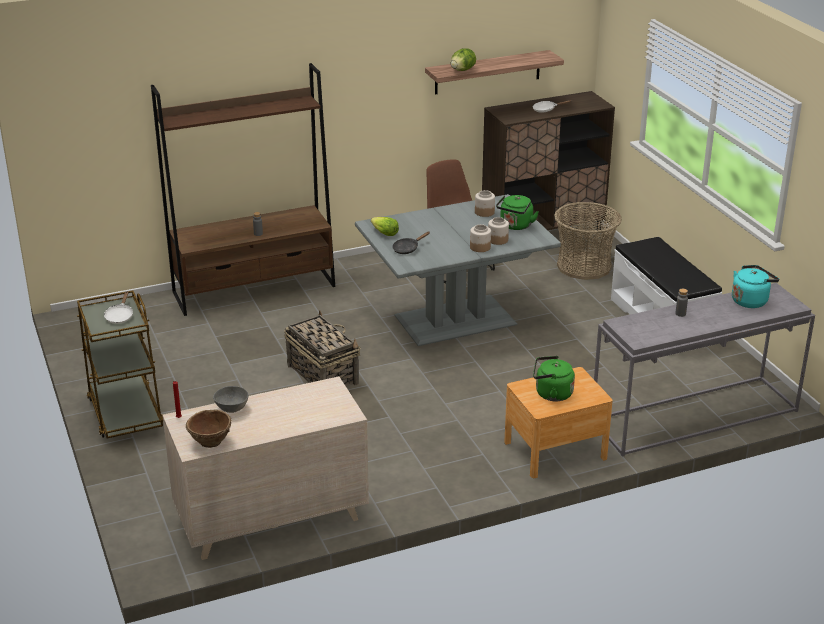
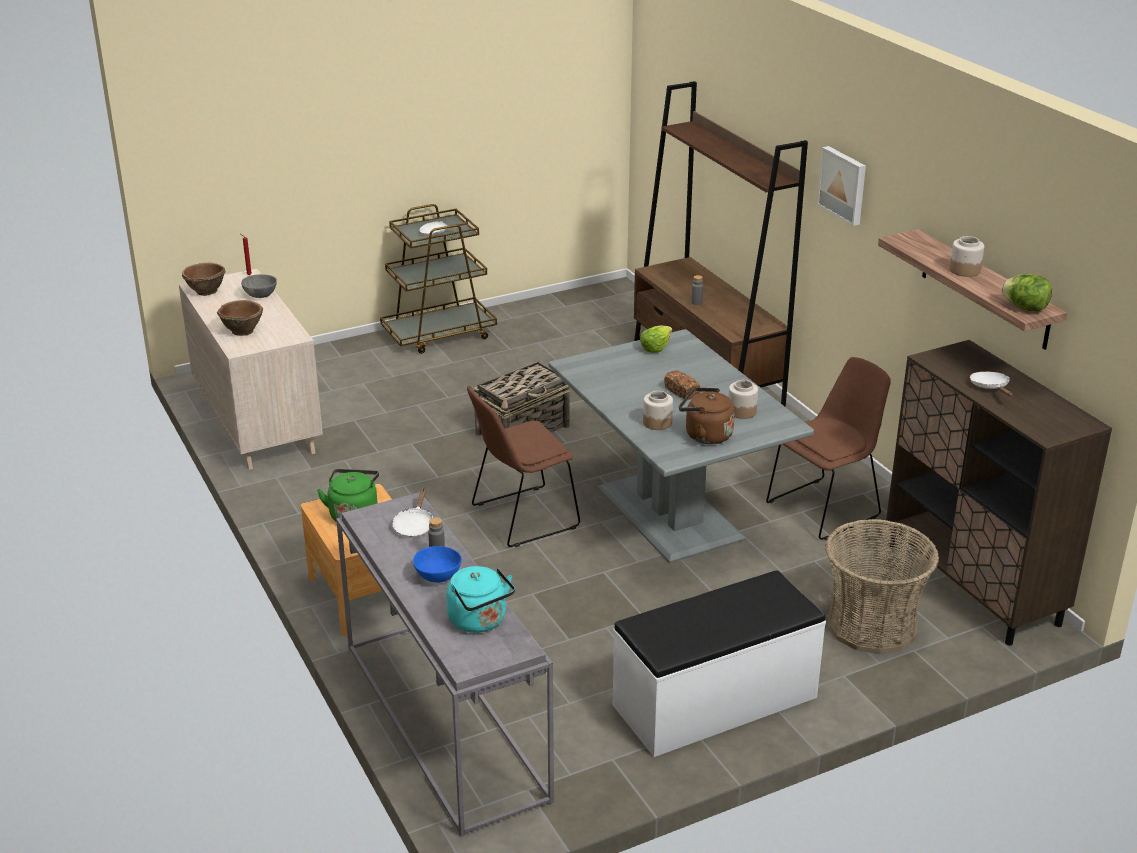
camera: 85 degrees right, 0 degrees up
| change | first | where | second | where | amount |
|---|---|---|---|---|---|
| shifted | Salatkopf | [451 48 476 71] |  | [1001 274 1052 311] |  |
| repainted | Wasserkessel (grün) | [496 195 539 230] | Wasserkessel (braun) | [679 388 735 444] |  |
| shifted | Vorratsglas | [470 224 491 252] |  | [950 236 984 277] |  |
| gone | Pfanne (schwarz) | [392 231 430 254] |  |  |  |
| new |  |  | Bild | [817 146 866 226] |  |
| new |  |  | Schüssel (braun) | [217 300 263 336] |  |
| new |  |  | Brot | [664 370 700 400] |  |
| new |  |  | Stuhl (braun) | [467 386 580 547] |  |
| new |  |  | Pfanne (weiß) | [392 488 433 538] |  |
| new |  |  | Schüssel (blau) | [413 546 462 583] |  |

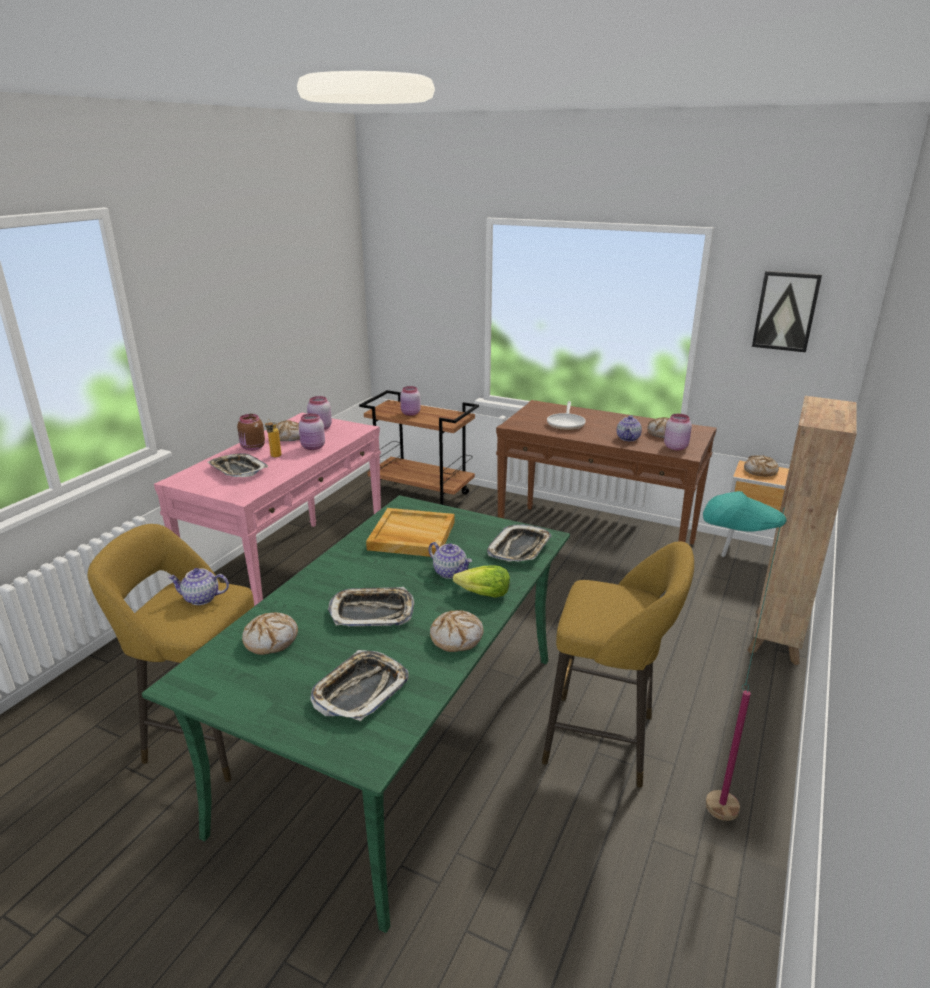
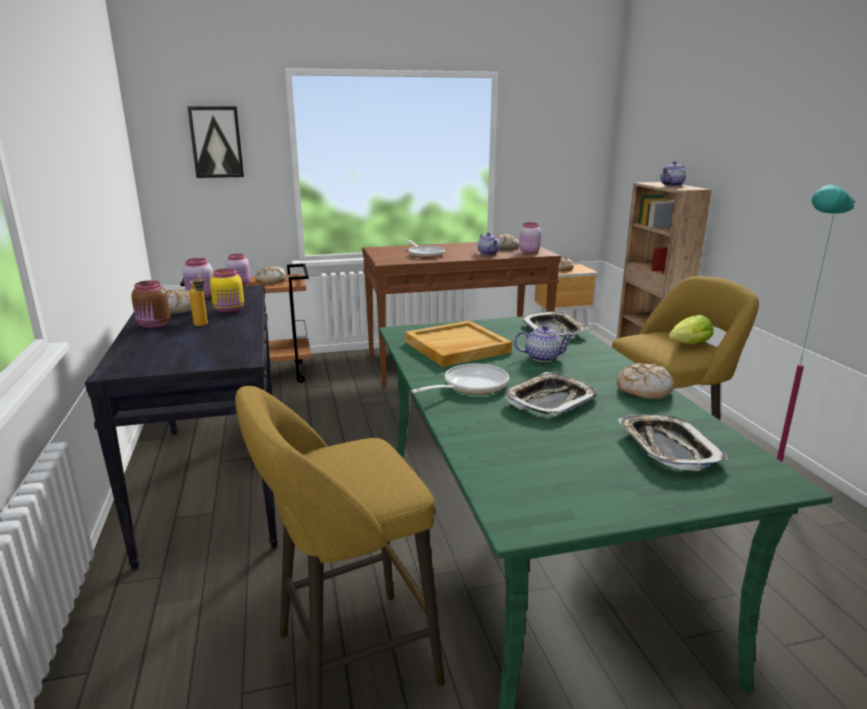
camera: 40 degrees left, 5 degrees down
| change | first | where | second | where | amount |
|---|---|---|---|---|---|
| shifted | Bild | [752 271 822 352] |  | [187 106 244 178] |  |
| repainted | Konsolentisch (rosa) | [154 413 381 606] | Konsolentisch (schwarz) | [85 285 278 570] |  |
| repainted | Vorratsglas (rosa) | [298 413 325 450] | Vorratsglas (gelb) | [210 268 244 313] |  |
| gone | Tablett | [208 453 268 477] |  |  |  |
| shifted | Salatkopf | [453 565 510 598] |  | [668 315 713 344] |  |
| shifted | Teekanne | [168 568 229 605] |  | [661 161 686 186] |  |
| shifted | Brot | [242 612 298 655] |  | [255 266 286 283] |  |
| new |  |  | Pfanne | [411 364 509 395] |  |

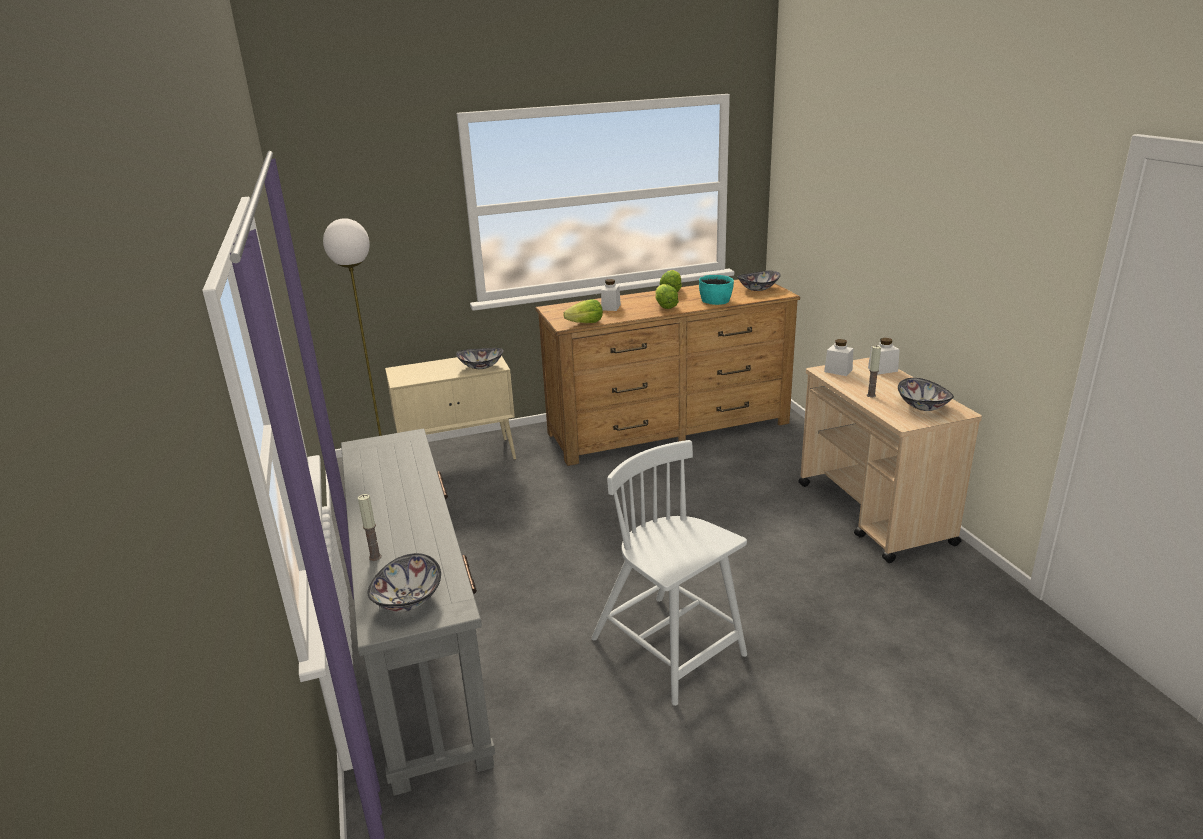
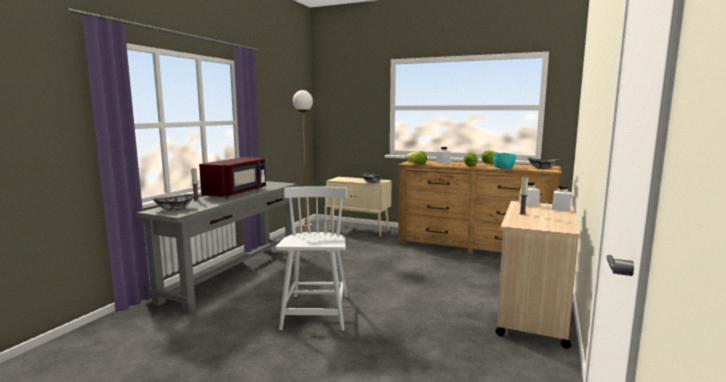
camera: 40 degrees right, 15 degrees down
| change | first | where | second | where | amount |
|---|---|---|---|---|---|
| gone | Schüssel | [898 378 954 411] |  |  |  |
| new |  |  | Mikrowelle (rot) | [199 157 266 198] |  |

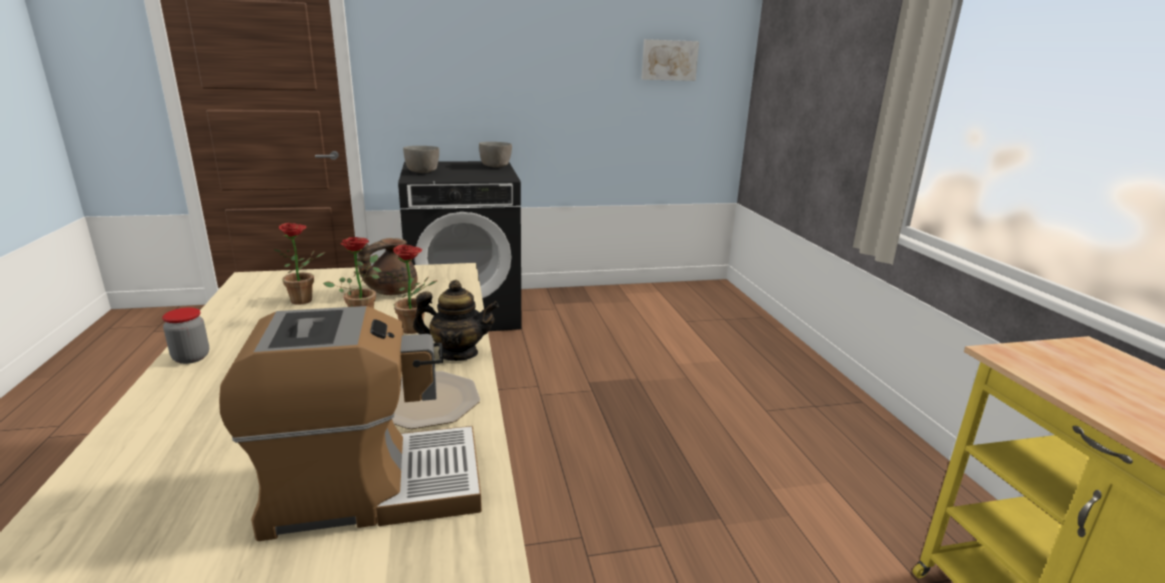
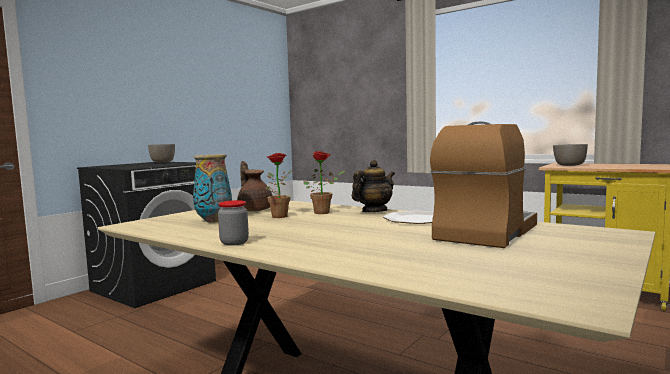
camera: 40 degrees left, 15 degrees down
| change | first | where | second | where | amount |
|---|---|---|---|---|---|
| gone | Bild | [641 39 699 81] |  |  |  |
| shifted | Schüssel (grau) | [403 146 439 173] |  | [553 144 588 166] |  |
| swapped | Topfpflanze | [274 223 326 305] | Vase | [193 154 232 222] |  |
| rotated | Teekanne (braun) | [357 238 417 295] |  | [237 161 273 212] | 150 degrees clockwise |

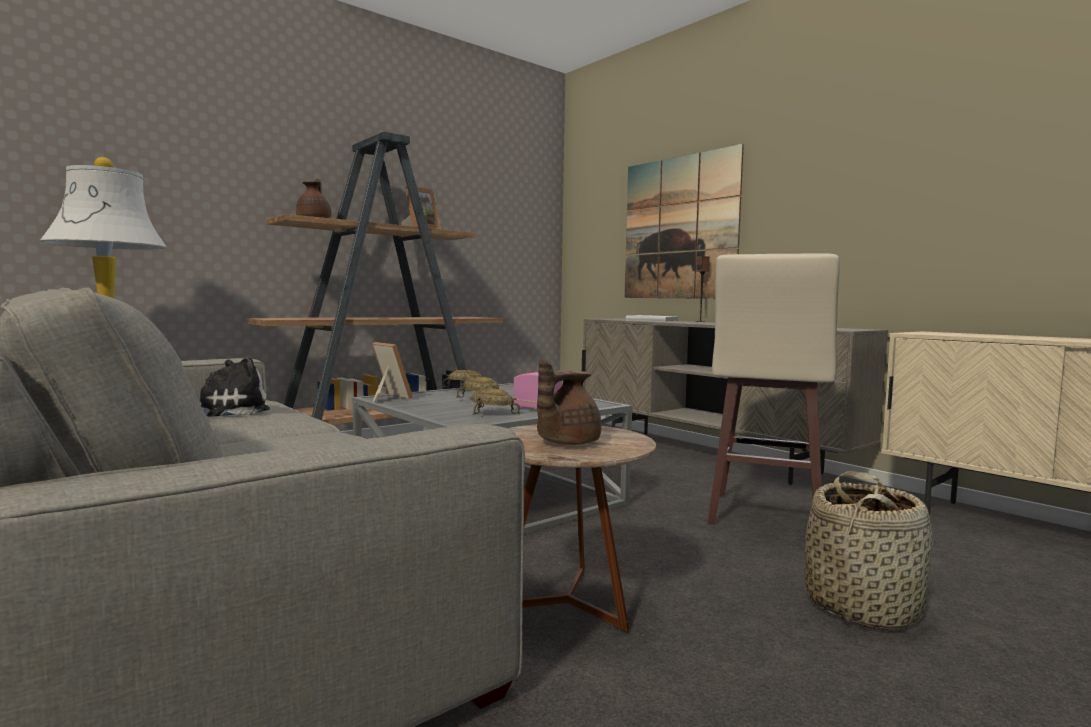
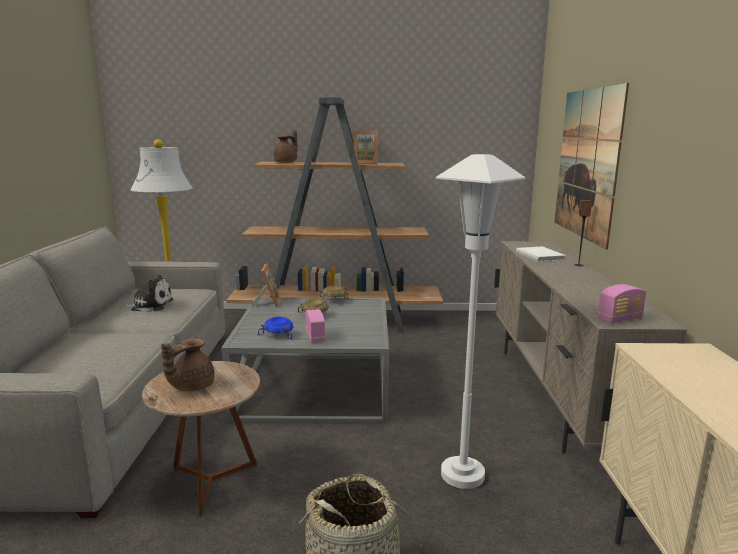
camera: 40 degrees right, 10 degrees up
| change | first | where | second | where | amount |
|---|---|---|---|---|---|
| swapped | Hocker (beige) | [708 253 840 525] | Stehlampe (weiß) | [436 154 525 489] |  |
| rotated | Teekanne (braun) | [537 359 601 445] |  | [161 339 215 392] | 45 degrees counterclockwise |
| repainted | Schüssel (beige) | [471 388 520 415] | Schüssel (blau) | [258 317 293 340] |  |
| new |  |  | Radio | [597 284 646 323] |  |

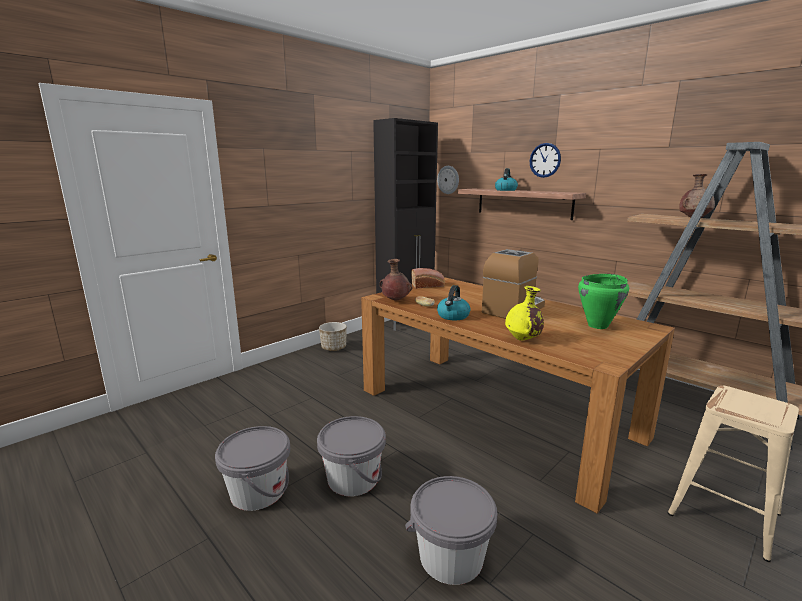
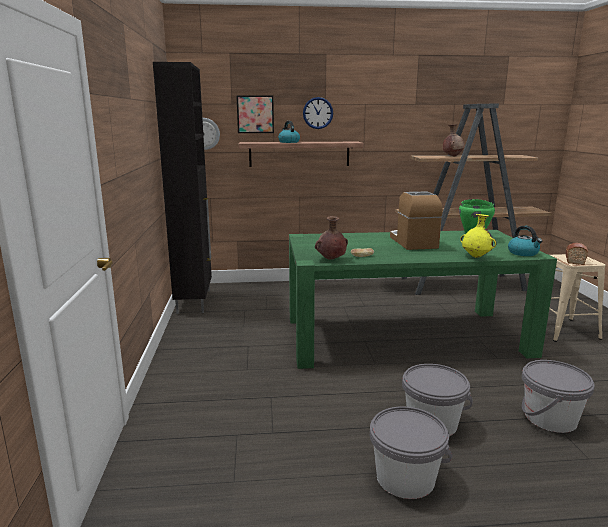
camera: 50 degrees left, 0 degrees up
| change | first | where | second | where | amount |
|---|---|---|---|---|---|
| shifted | Brot | [411 268 445 289] |  | [566 243 588 265] |  |
| repainted | Esstisch (braun) | [361 277 675 514] | Esstisch (grün) | [289 230 557 369] |  |
| shifted | Wasserkessel | [437 285 471 320] |  | [508 226 542 256] |  |
| gone | Pflanzkübel | [319 322 347 351] |  |  |  |
| new |  |  | Bild | [236 95 274 133] |  |

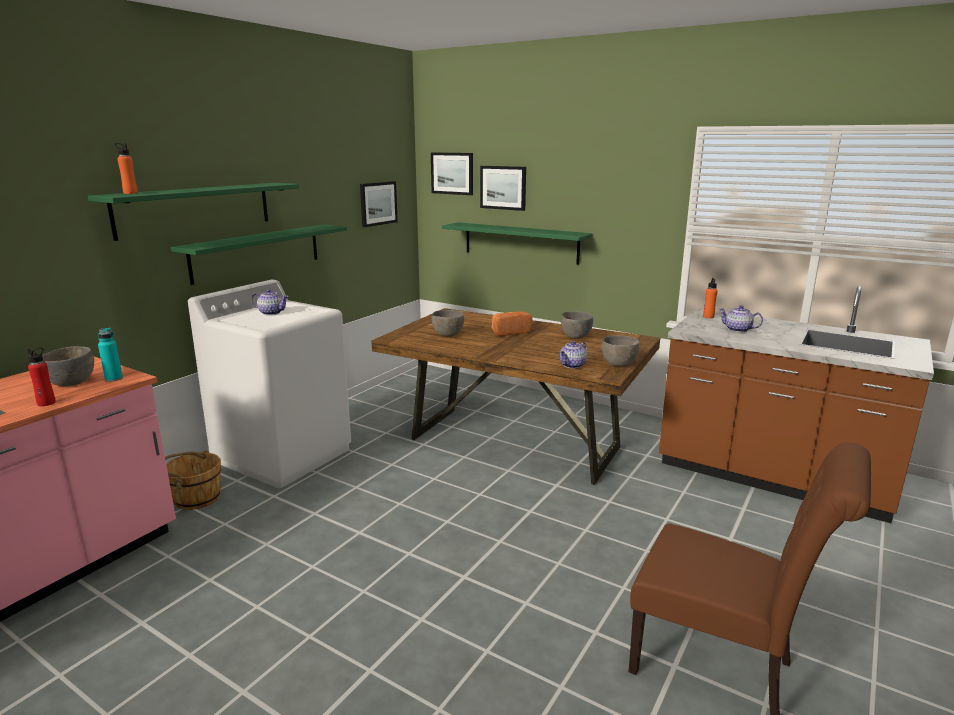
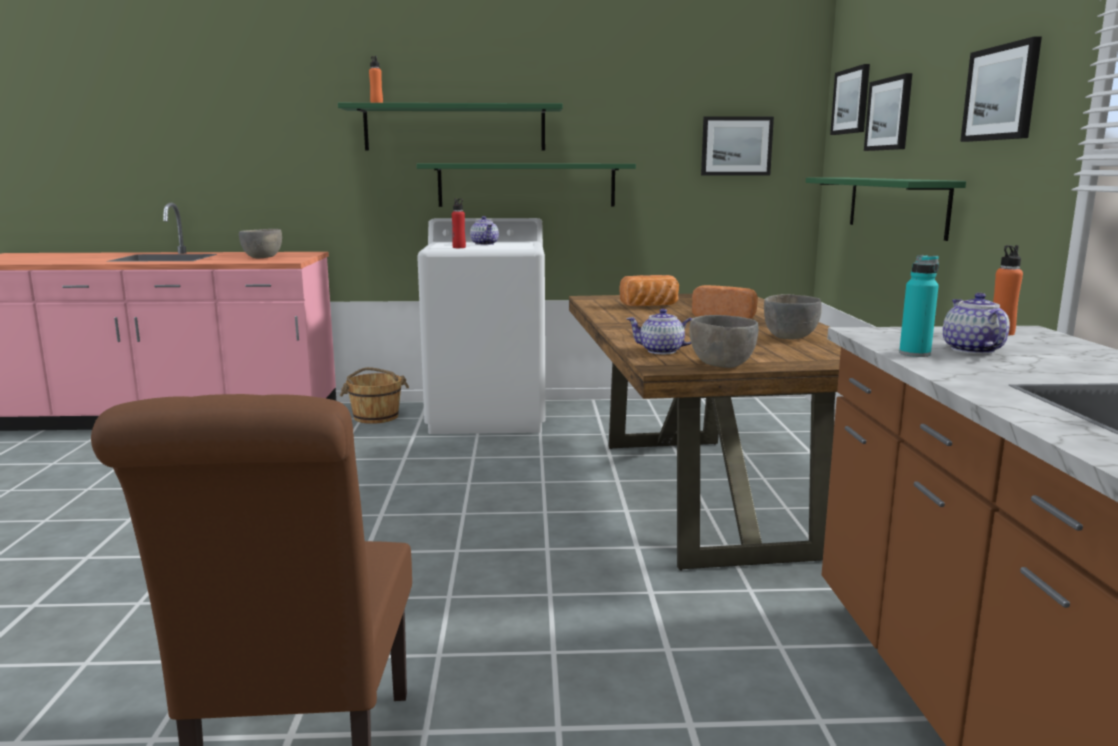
camera: 55 degrees right, 5 degrees down
| change | first | where | second | where | amount |
|---|---|---|---|---|---|
| swapped | Schüssel (grau) | [432 310 464 336] | Brot | [619 275 679 306] |  |
| shifted | Flasche (türkis) | [98 328 123 382] |  | [899 255 939 357] |  |
| shifted | Flasche (rot) | [28 347 56 406] |  | [452 199 466 248] |  |
| new |  |  | Bild | [960 37 1042 142] |  |

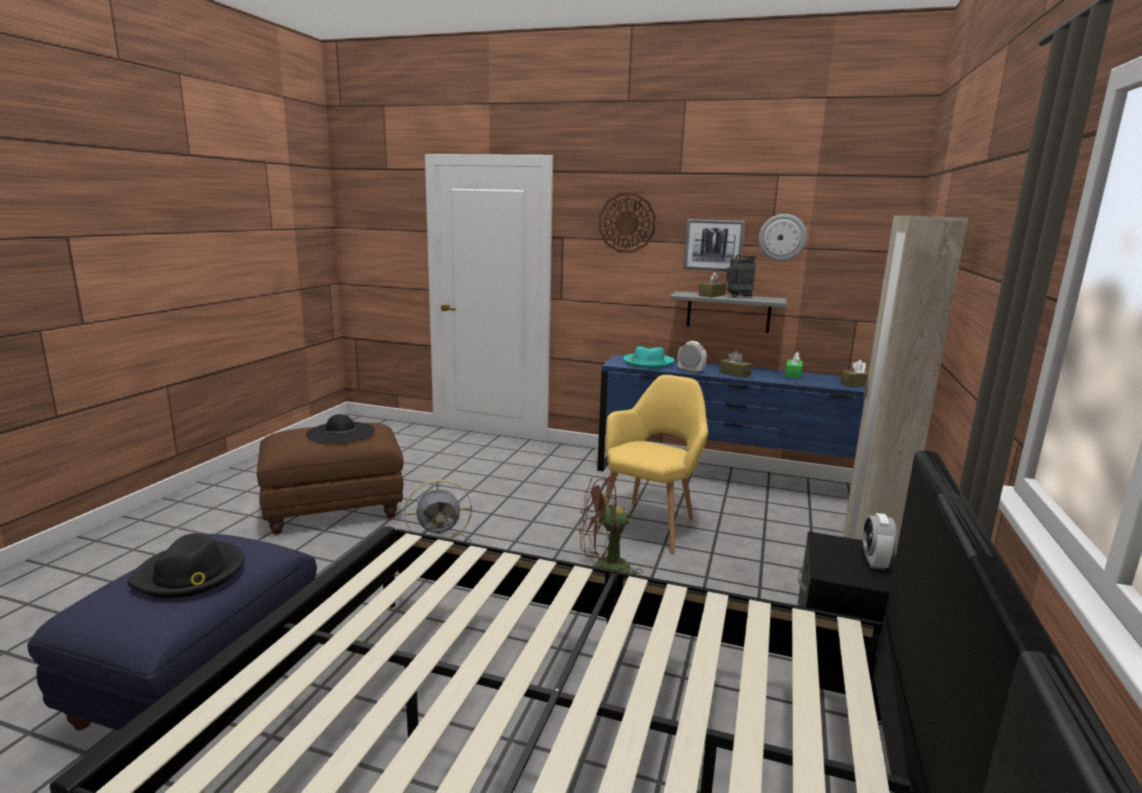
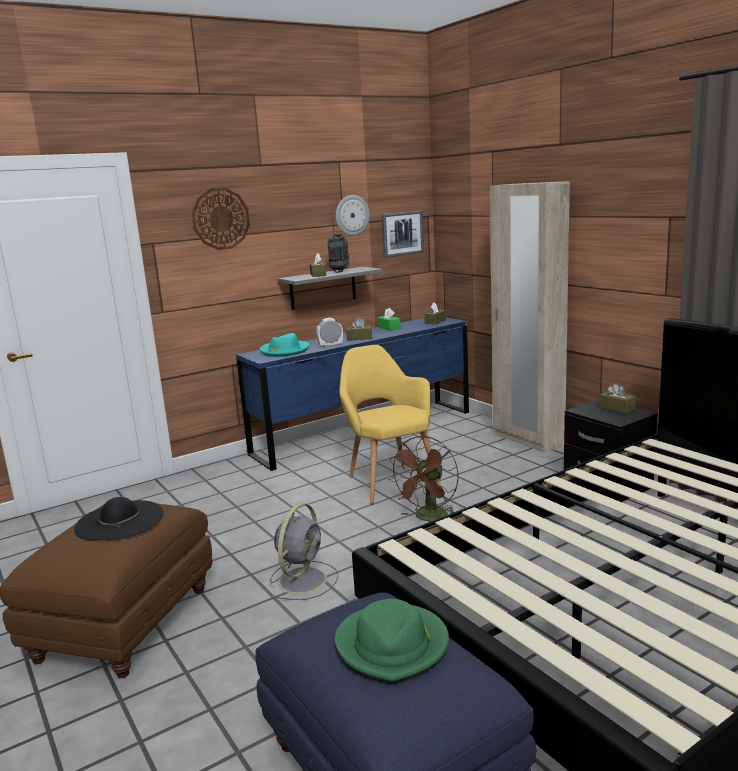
camera: 50 degrees left, 0 degrees up
| change | first | where | second | where | amount |
|---|---|---|---|---|---|
| shifted | Bild | [683 219 745 271] |  | [382 211 424 258] |  |
| swapped | Wecker | [863 513 897 570] | Taschentuchbox (braun) | [599 383 636 413] |  |
| repainted | Hut (schwarz) | [127 533 244 598] | Hut (grün) | [335 599 449 683] |  |

